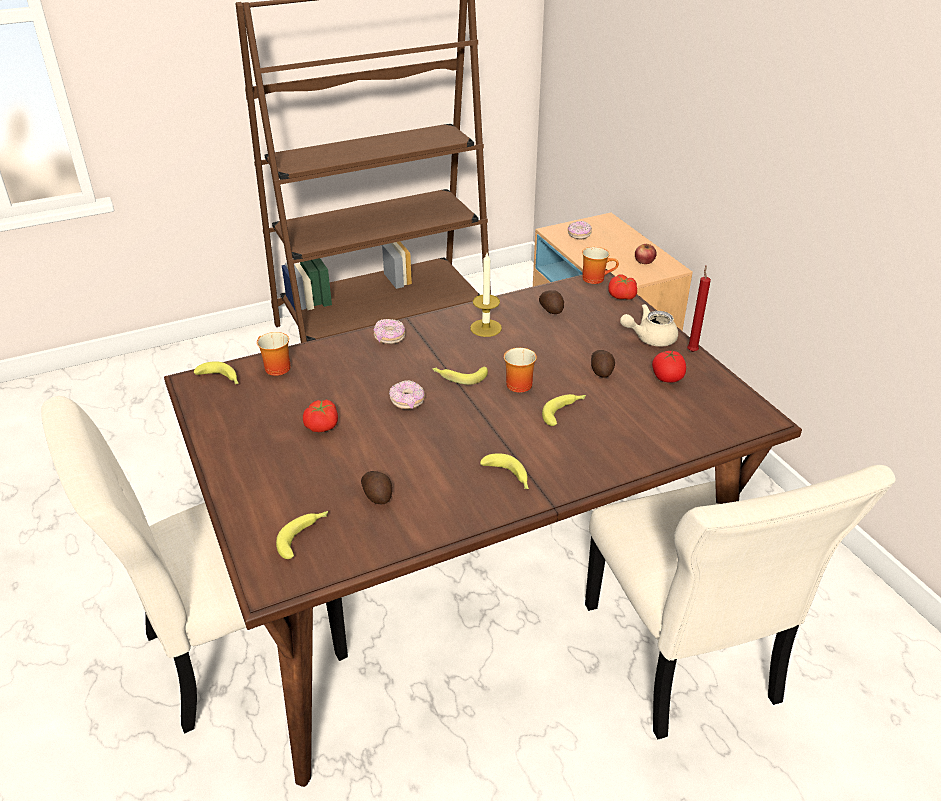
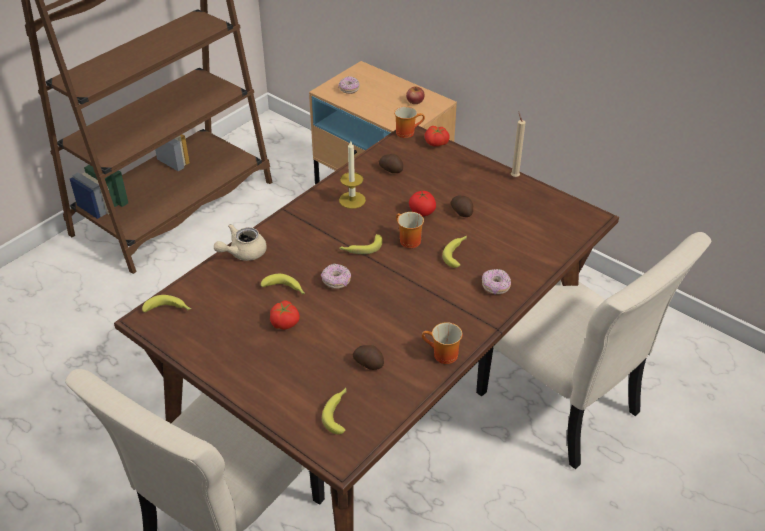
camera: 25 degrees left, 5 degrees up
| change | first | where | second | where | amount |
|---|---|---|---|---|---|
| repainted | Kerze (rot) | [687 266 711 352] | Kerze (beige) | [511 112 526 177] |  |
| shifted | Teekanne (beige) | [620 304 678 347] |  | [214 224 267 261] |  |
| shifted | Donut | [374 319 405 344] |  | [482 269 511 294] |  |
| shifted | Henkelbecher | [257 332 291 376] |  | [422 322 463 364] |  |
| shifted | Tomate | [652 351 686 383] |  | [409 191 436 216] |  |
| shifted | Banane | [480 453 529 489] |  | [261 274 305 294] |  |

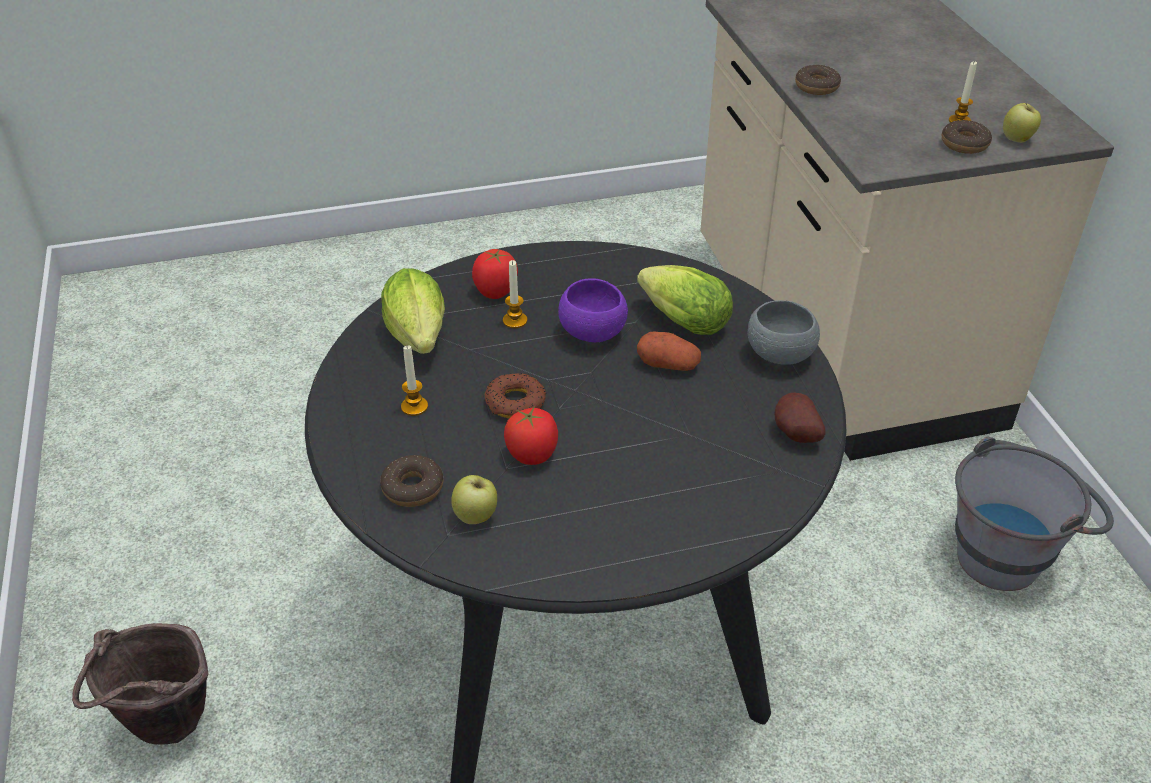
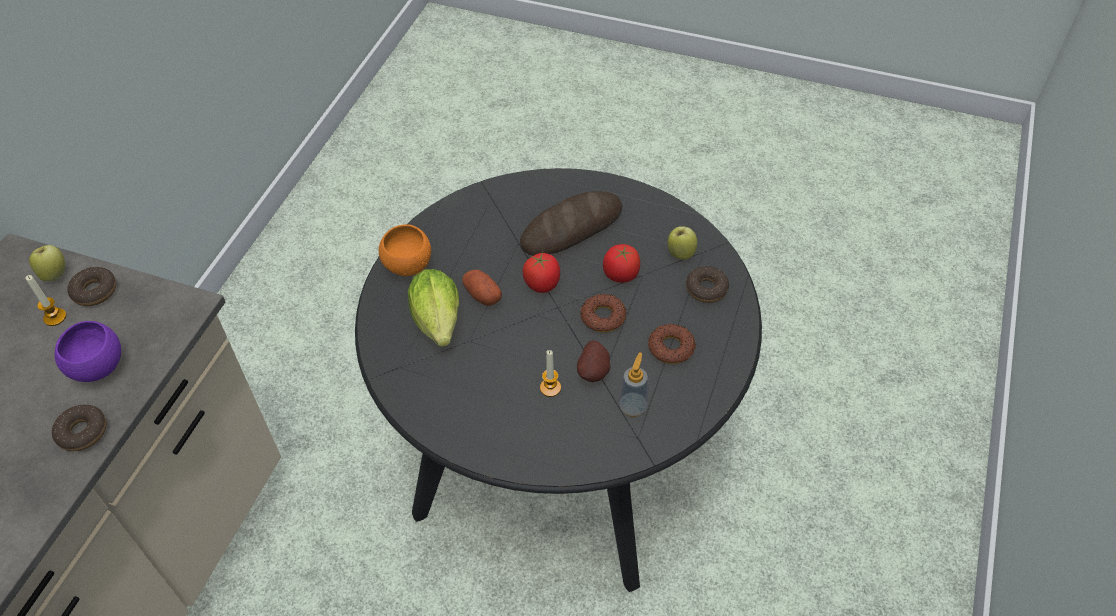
camera: 145 degrees left, 10 degrees up
| change | first | where | second | where | amount |
|---|---|---|---|---|---|
| shifted | Tomate | [472 249 518 299] |  | [522 252 560 293] |  |
| swapped | Salatkopf | [381 268 445 354] | Seifenspender | [619 352 648 417] |  |
| shifted | Schüssel (lila) | [558 278 628 342] |  | [54 321 121 382] |  |
| repainted | Schüssel (grau) | [748 300 820 365] | Schüssel (orange) | [379 224 431 276] |  |
| swapped | Kerze | [401 345 428 416] | Donut | [648 324 696 364] |  |
| shifted | Kartoffel | [775 393 826 443] |  | [577 340 611 382] |  |
| gone | Eimer (grau) | [955 436 1114 591] |  |  |  |
| gone | Eimer (braun) | [72 623 208 745] |  |  |  |
| new |  |  | Brot | [520 191 622 256] |  |

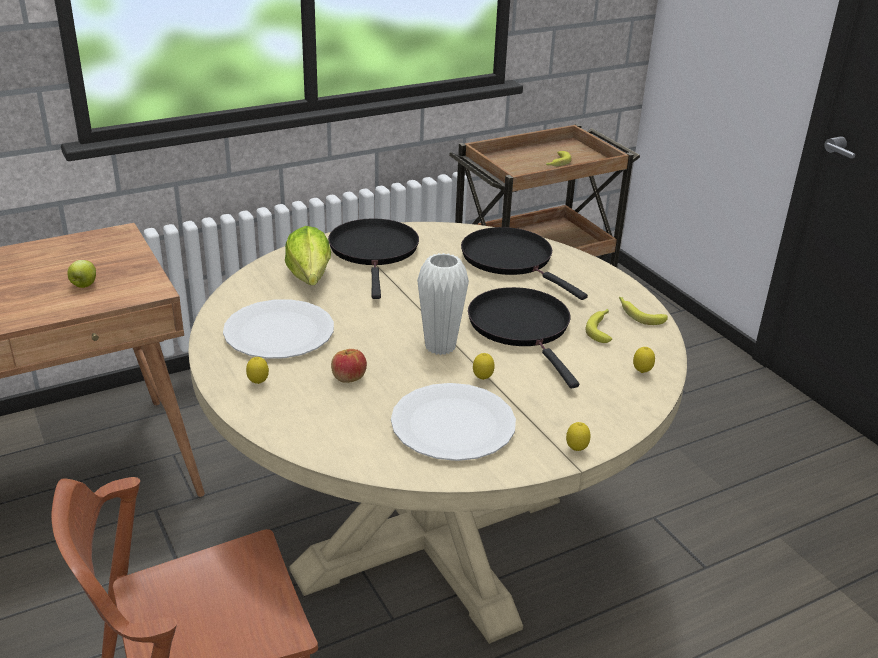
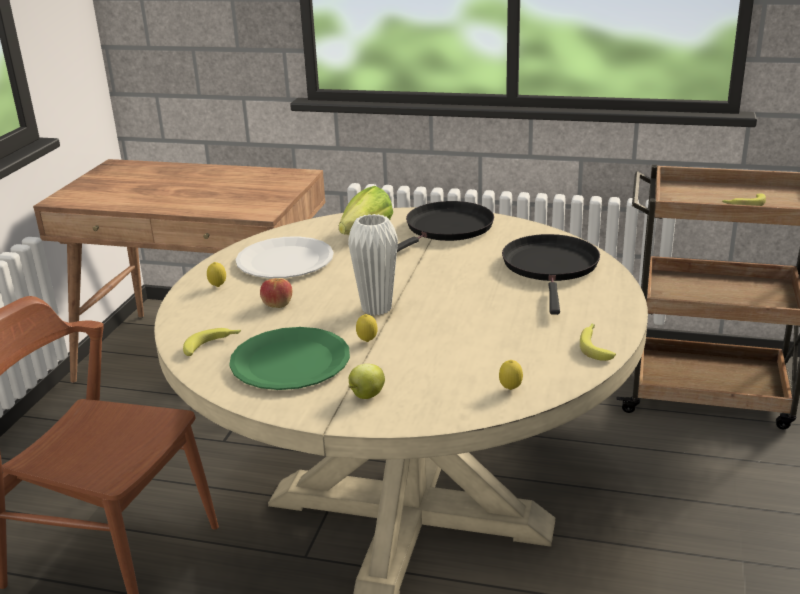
camera: 45 degrees right, 5 degrees down
| change | first | where | second | where | amount |
|---|---|---|---|---|---|
| shifted | Apfel | [67 260 96 288] |  | [348 364 385 399] |  |
| gone | Pfanne (schwarz) | [468 287 579 388] |  |  |  |
| shifted | Banane | [586 309 612 343] |  | [183 328 241 356] |  |
| repainted | Teller (weiß) | [391 383 516 461] | Teller (grün) | [229 327 350 390] |  |
| gone | Zitrone | [566 422 591 451] |  |  |  |

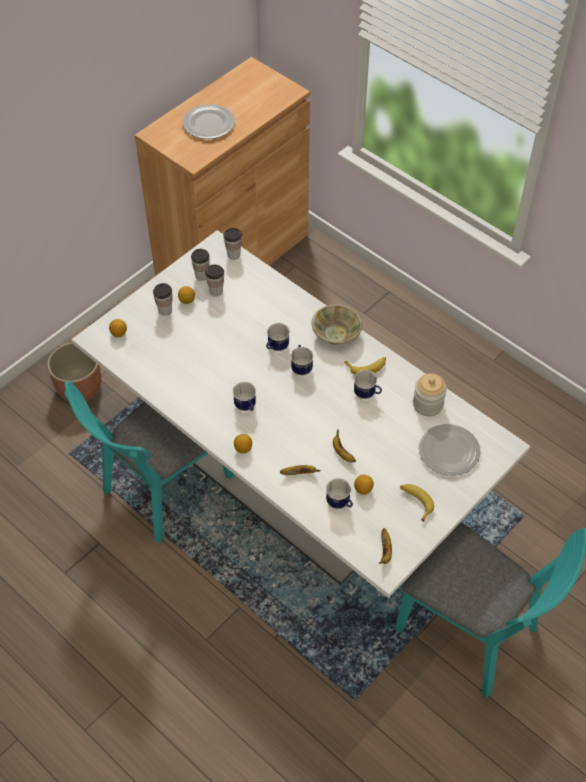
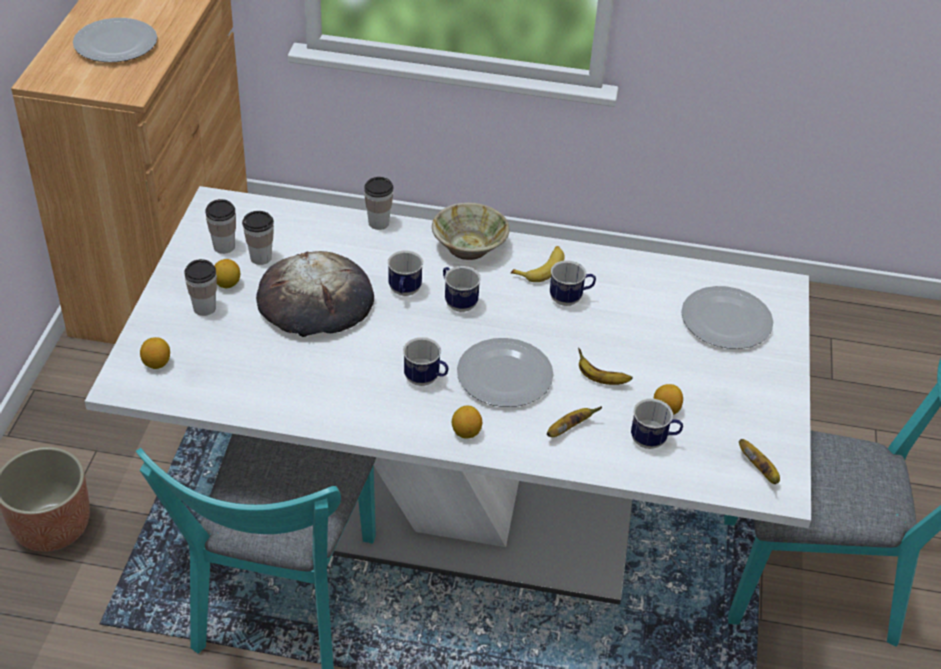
camera: 35 degrees left, 10 degrees down
| change | first | where | second | where | amount |
|---|---|---|---|---|---|
| shifted | Tasse | [223 228 242 260] |  | [364 177 393 230] |  |
| gone | Vorratsglas | [413 373 447 416] |  |  |  |
| gone | Banane | [400 484 434 522] |  |  |  |
| new |  |  | Brot | [256 251 374 337] |  |
| new |  |  | Teller | [457 338 554 407] |  |

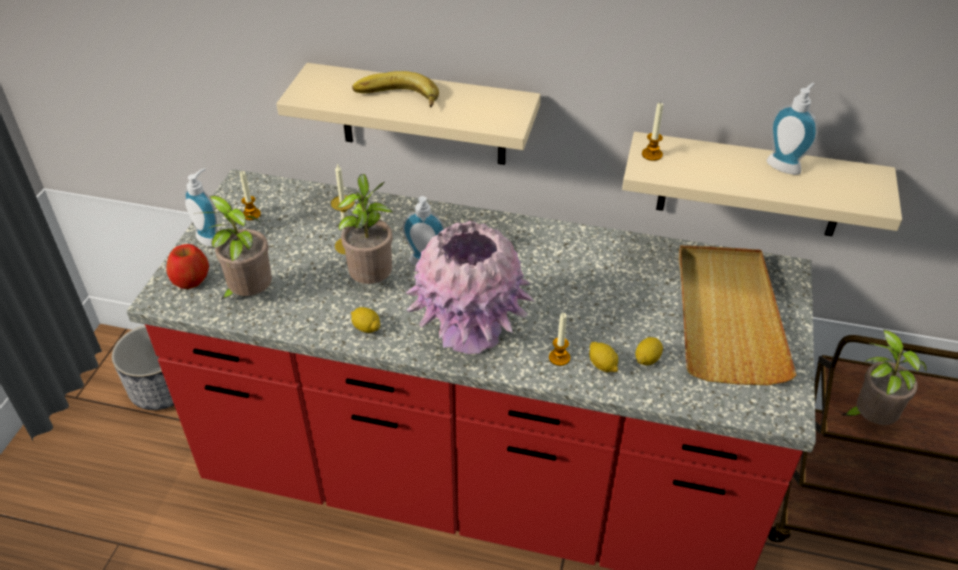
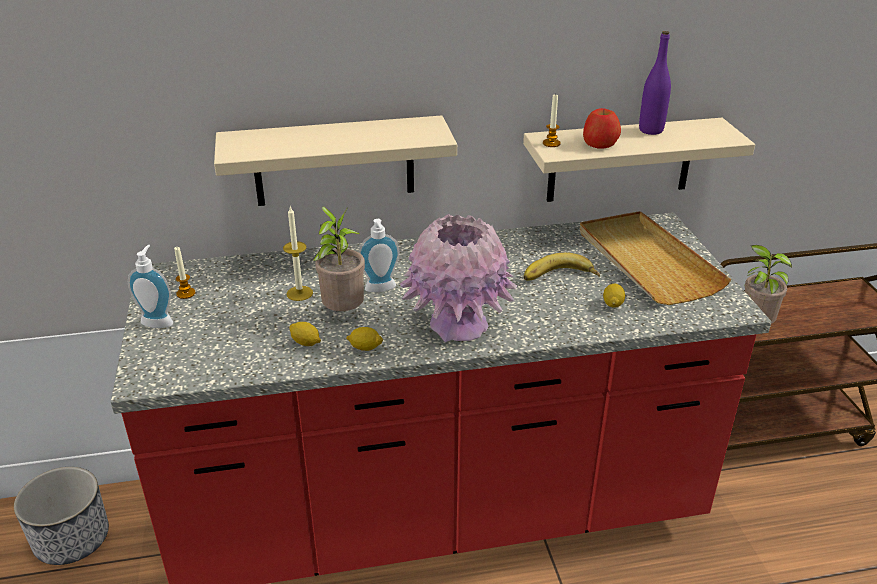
camera: 25 degrees left, 10 degrees down
| change | first | where | second | where | amount |
|---|---|---|---|---|---|
| shifted | Banane | [352 71 439 108] |  | [524 252 600 281] |  |
| swapped | Seifenspender | [767 83 818 175] | Flasche (lila) | [639 31 671 135] |  |
| gone | Topfpflanze | [200 196 272 300] |  |  |  |
| shifted | Apfel | [166 244 209 289] |  | [583 108 621 149] |  |
| gone | Kerze | [549 313 570 366] |  |  |  |
| shifted | Zitrone | [589 342 618 372] |  | [289 322 321 346] |  |

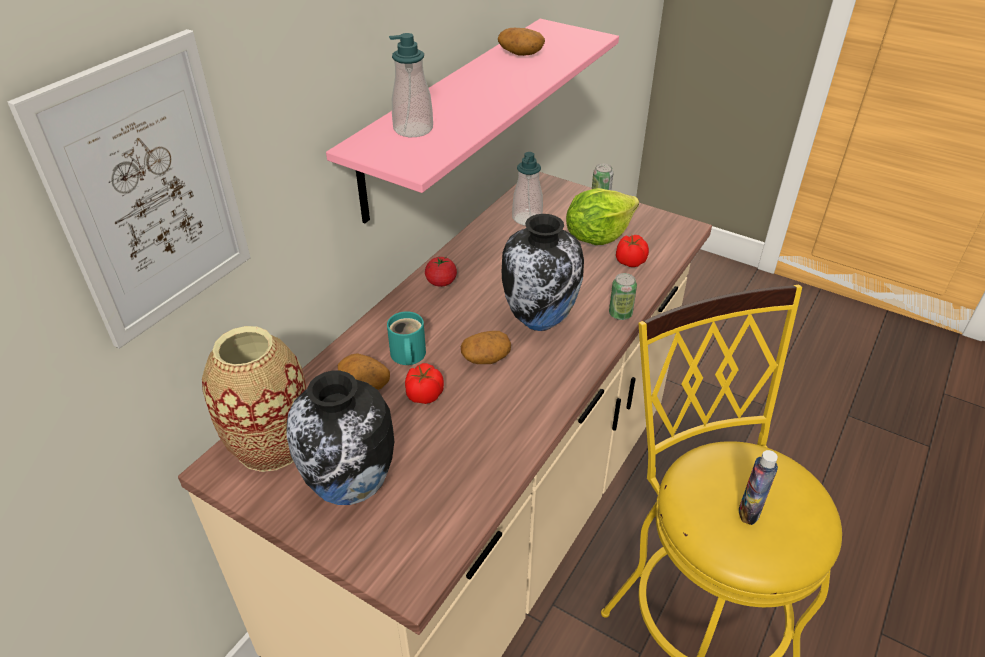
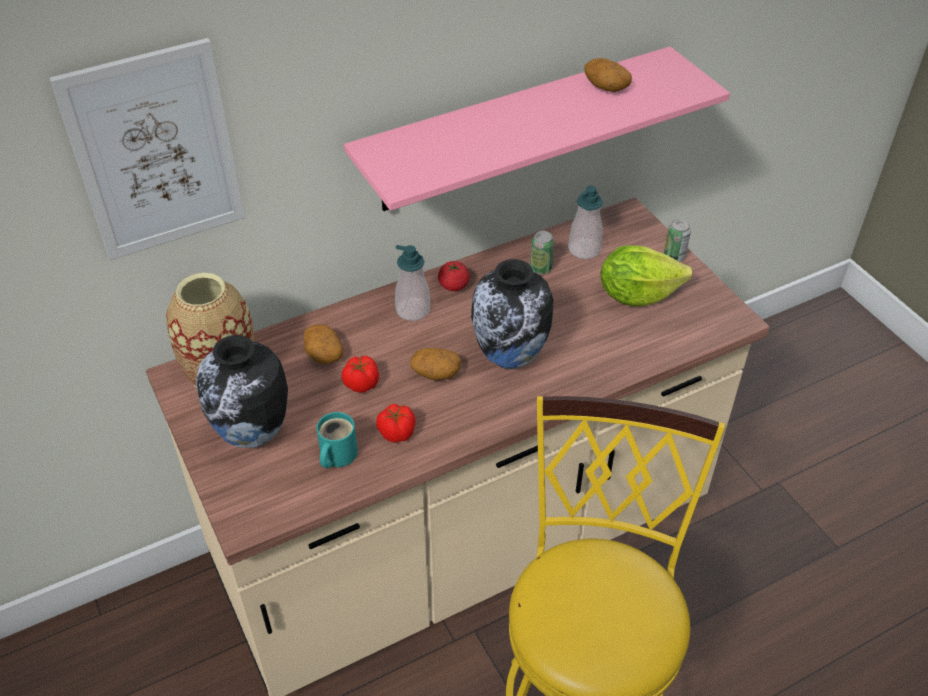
camera: 30 degrees right, 5 degrees up
| change | first | where | second | where | amount |
|---|---|---|---|---|---|
| shifted | Seifenspender | [389 33 433 137] |  | [395 245 430 321] |  |
| shifted | Tomate | [616 235 649 267] |  | [376 403 416 443] |  |
| shifted | Dose | [609 273 637 320] |  | [530 231 554 274] |  |
| shifted | Henkelbecher (türkis) | [387 311 426 365] |  | [316 412 358 468] |  |
| gone | Flasche | [739 450 778 525] |  |  |  |

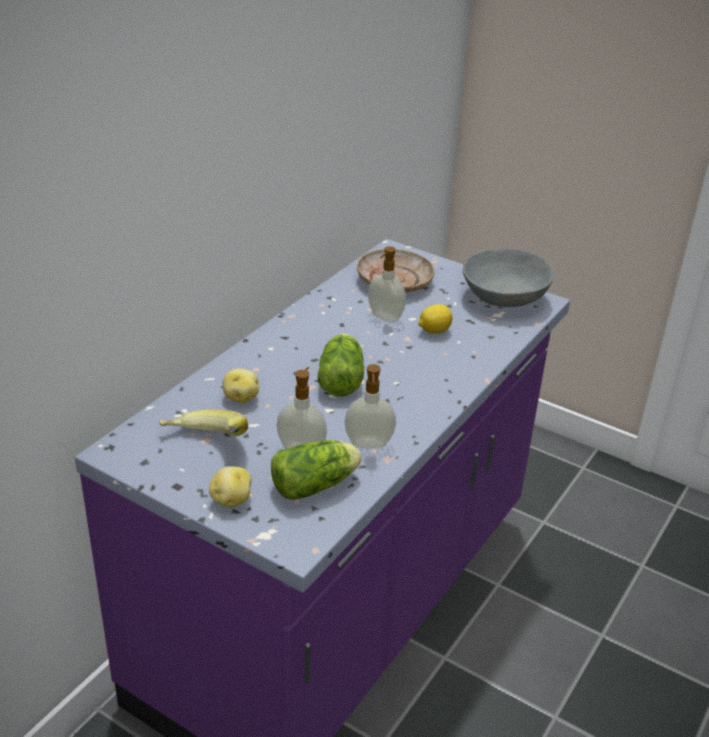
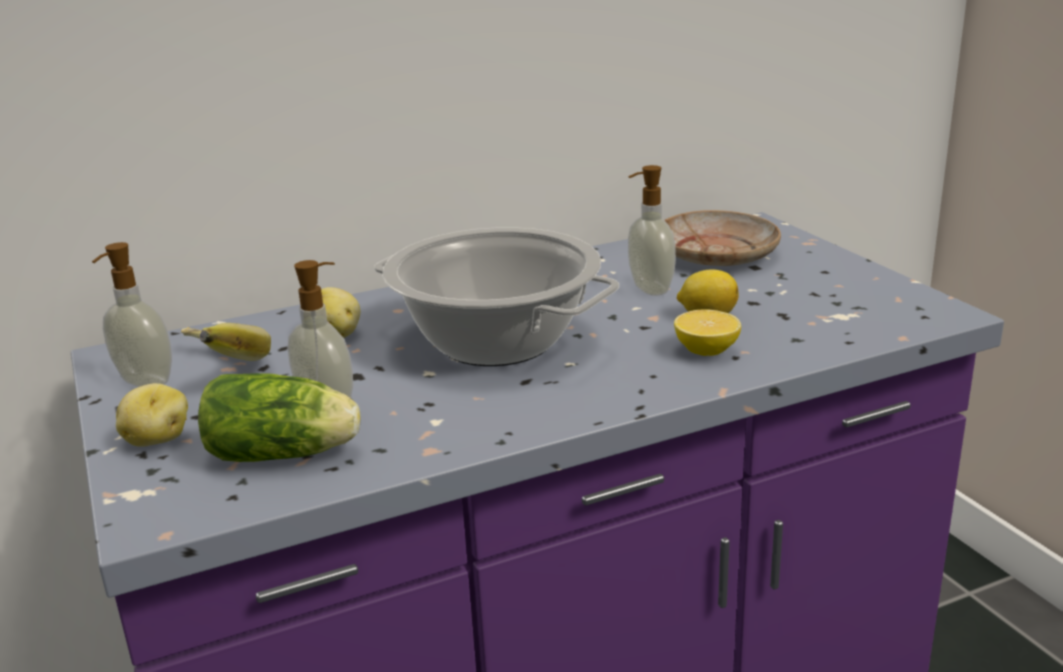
camera: 35 degrees right, 10 degrees down
| change | first | where | second | where | amount |
|---|---|---|---|---|---|
| gone | Schüssel (grau) | [463 248 554 307] |  |  |  |
| swapped | Salatkopf | [318 333 364 396] | Kochtopf | [374 227 619 366] |  |
| shifted | Seifenspender | [344 364 396 449] |  | [92 242 172 387] |  |
| new |  |  | Zitrone | [674 309 741 356] |  |

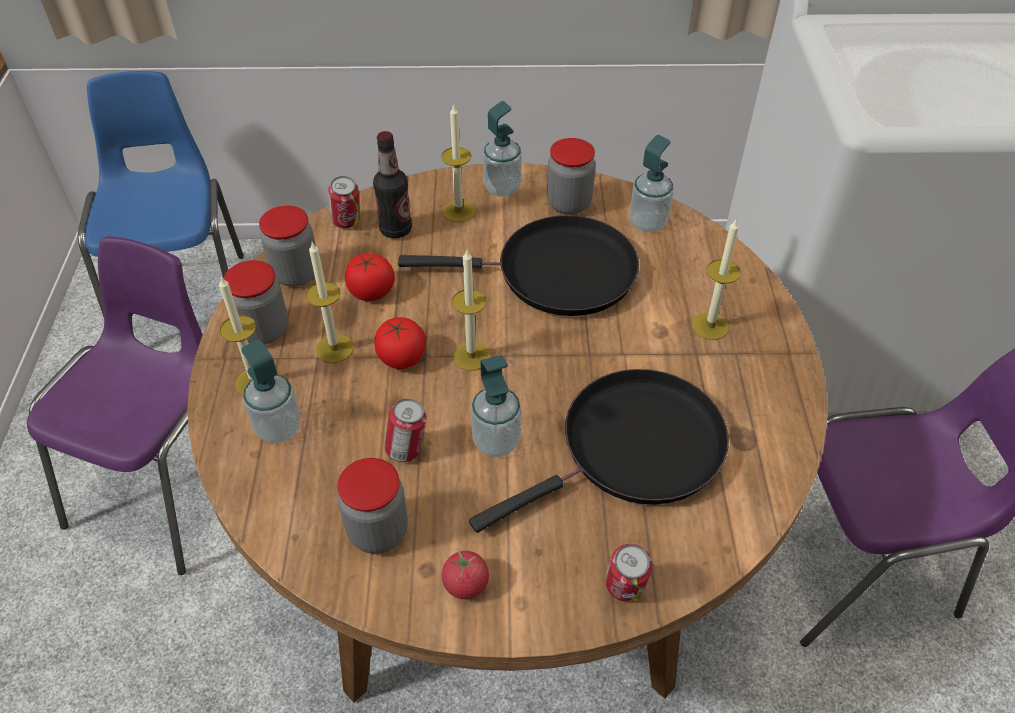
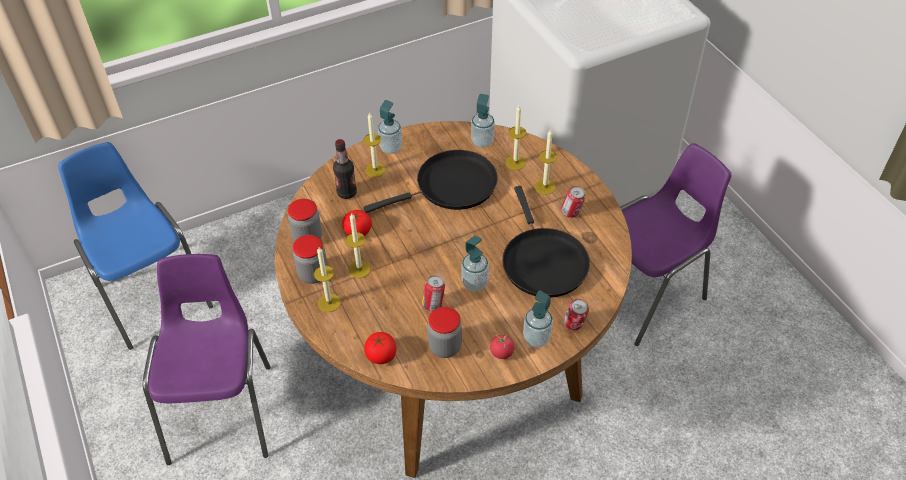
camera: 25 degrees left, 0 degrees up
| change | first | where | second | where | amount |
|---|---|---|---|---|---|
| gone | Vorratsglas | [547 138 596 215] |  |  |  |
| shifted | Dose | [328 176 360 229] |  | [561 186 586 218] |  |
| shifted | Kerze | [452 250 491 371] |  | [506 106 526 170] |  |
| shifted | Tomate | [375 317 426 369] |  | [364 332 396 364] |  |
| shifted | Seifenspender | [241 340 300 443] |  | [523 290 553 348] |  |
| rotated | Pfanne (schwarz) | [469 369 729 533] |  | [503 186 590 298] | 135 degrees clockwise |

